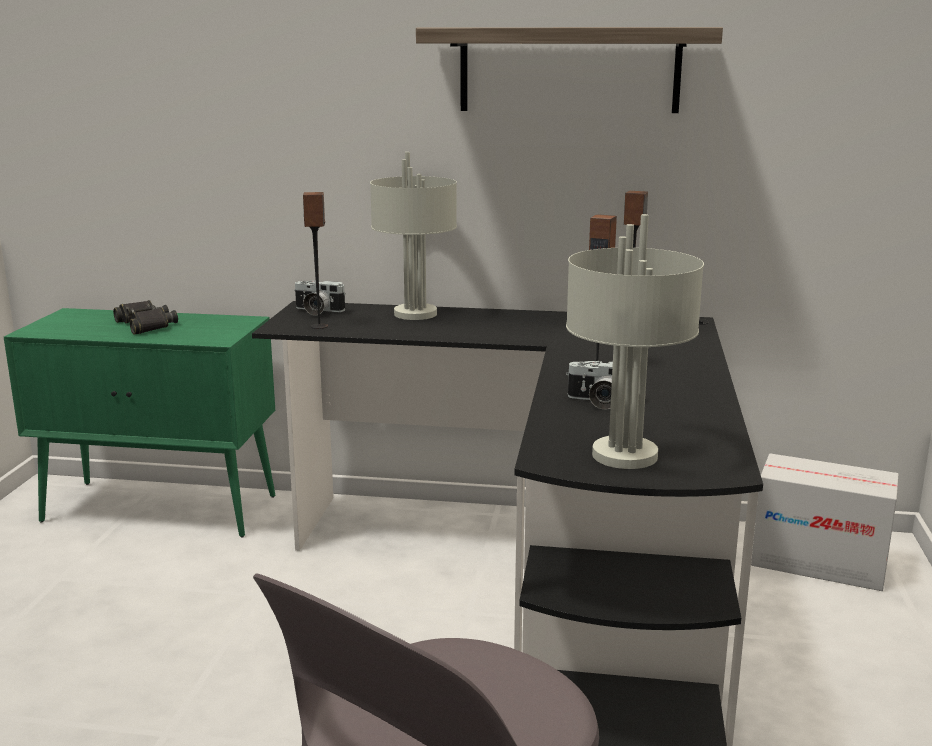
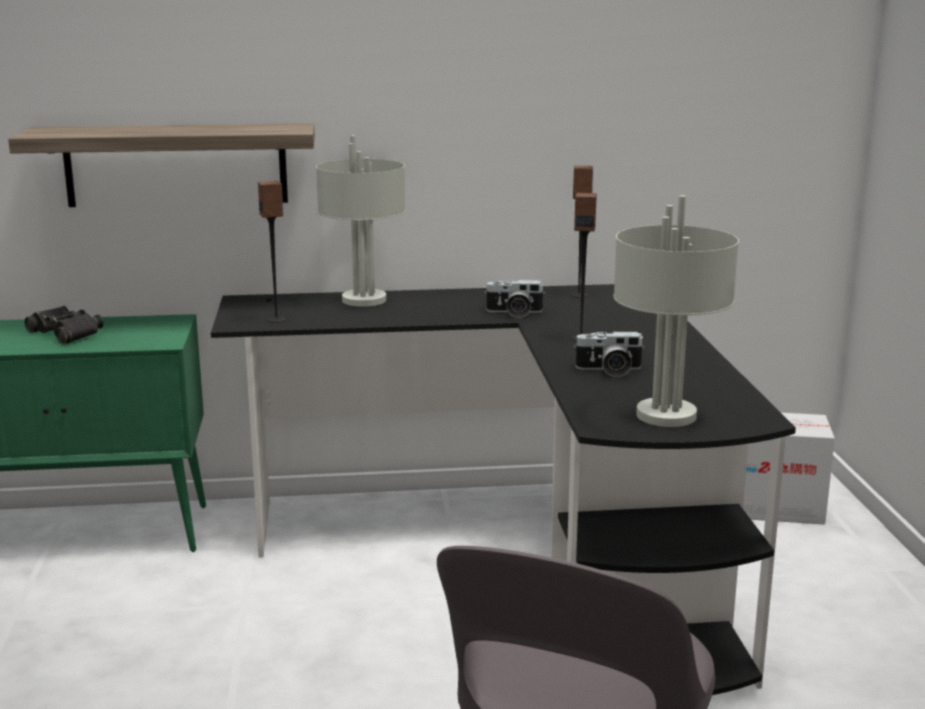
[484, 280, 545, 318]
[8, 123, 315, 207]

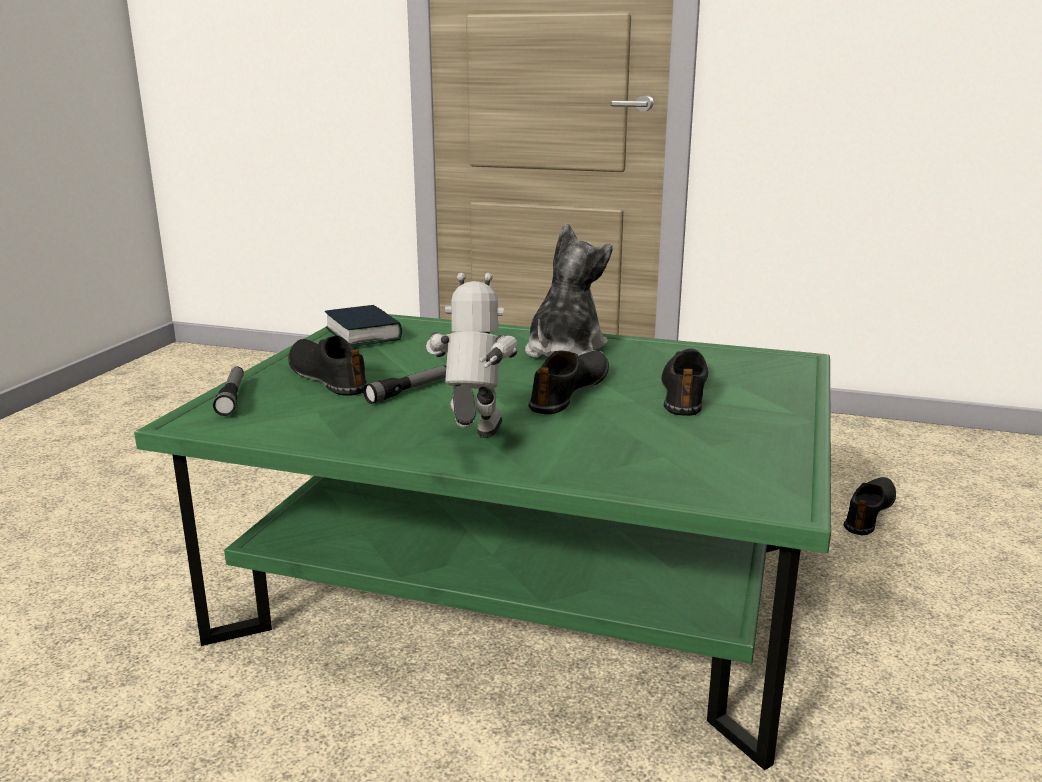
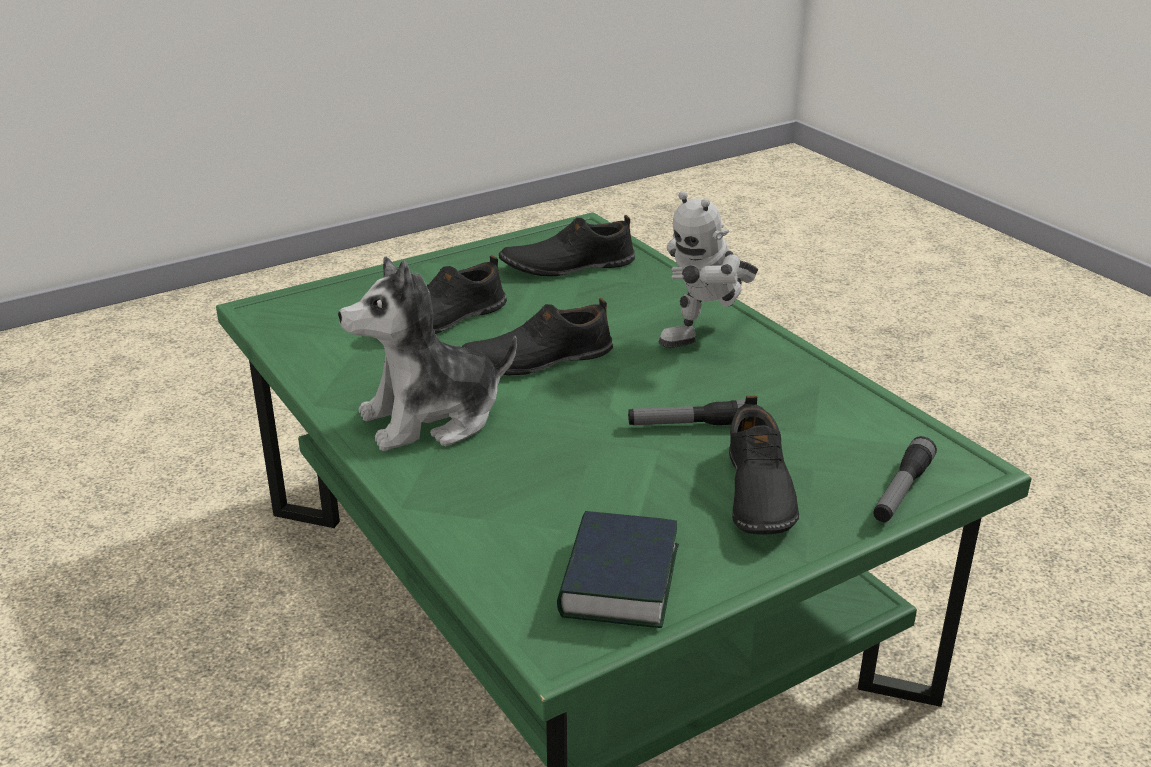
[499, 215, 635, 276]

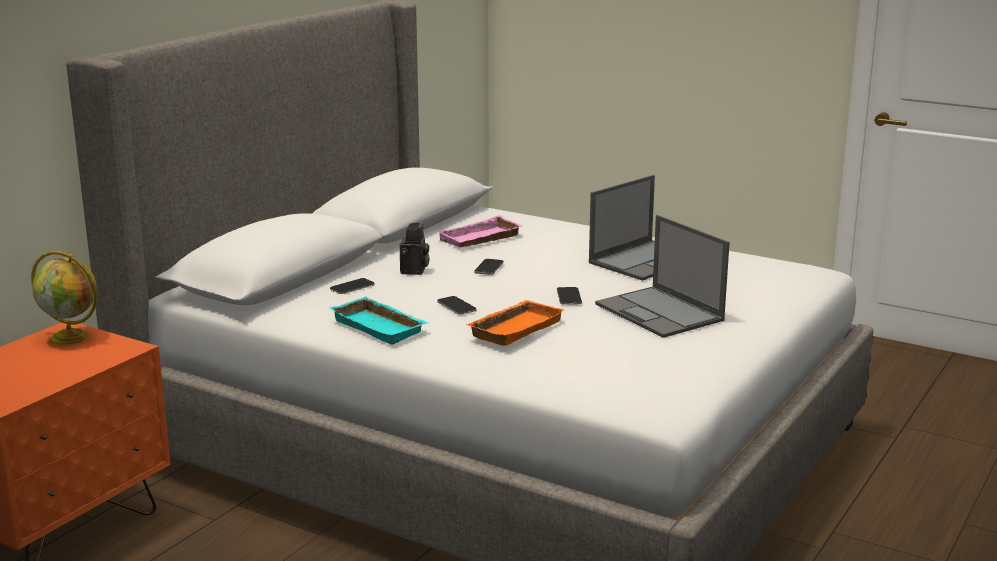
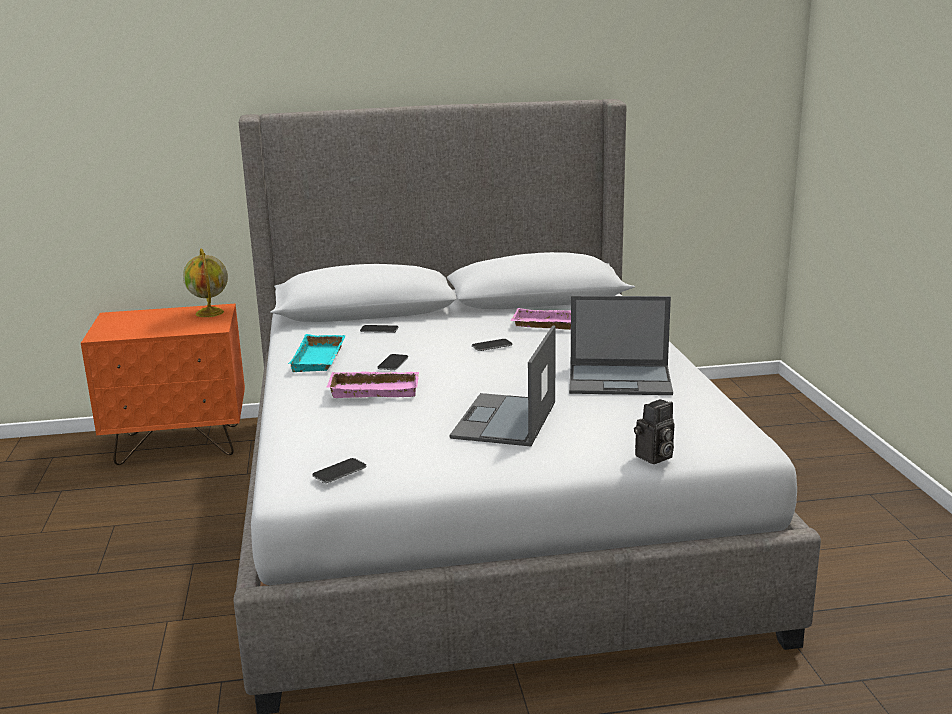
[634, 399, 674, 464]
[312, 458, 366, 483]
[327, 371, 419, 398]

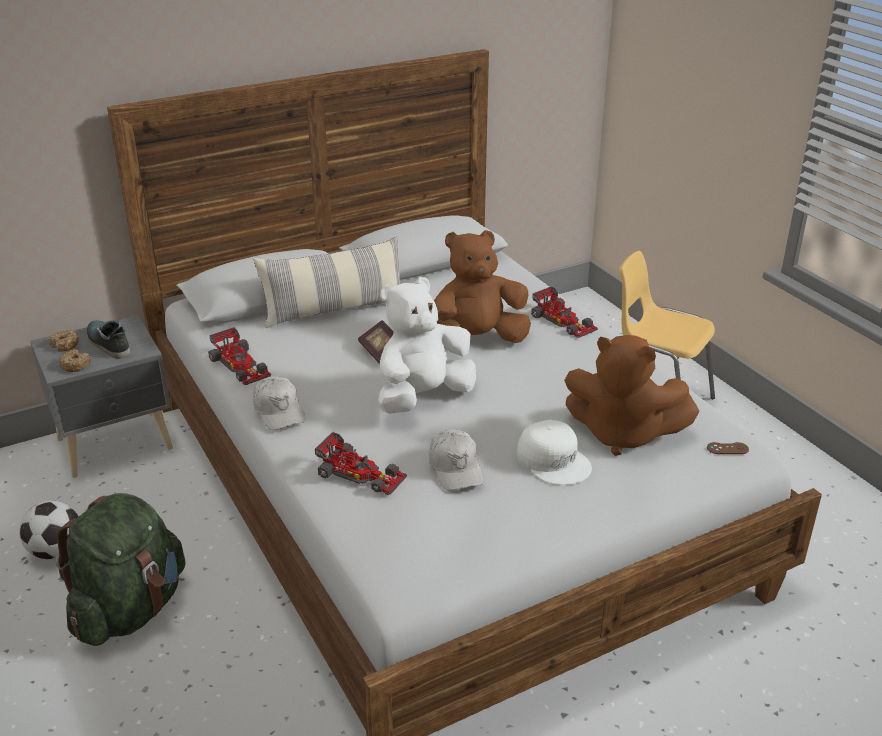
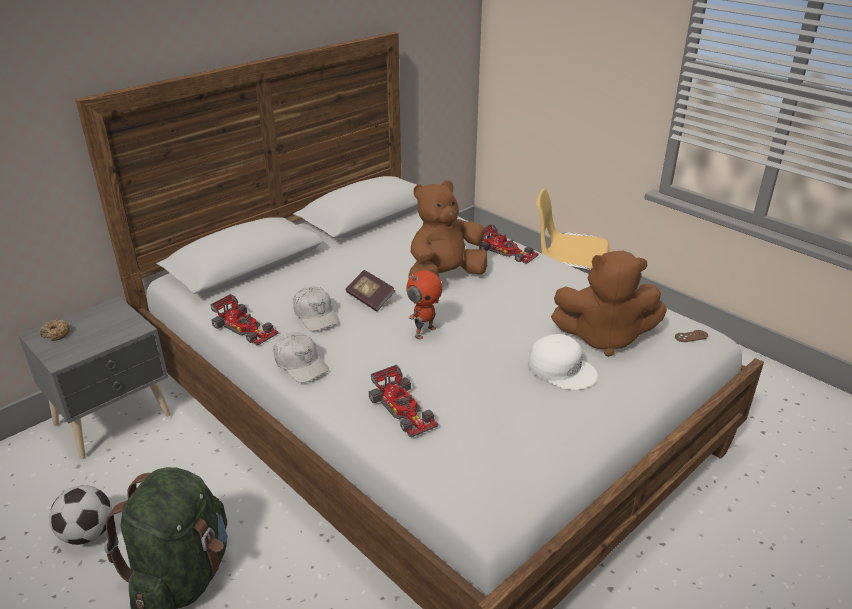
[59, 349, 91, 372] (first image)
[87, 320, 130, 359] (first image)
[254, 236, 401, 328] (first image)
[293, 286, 340, 331]
[406, 270, 442, 339]
[369, 365, 439, 437]

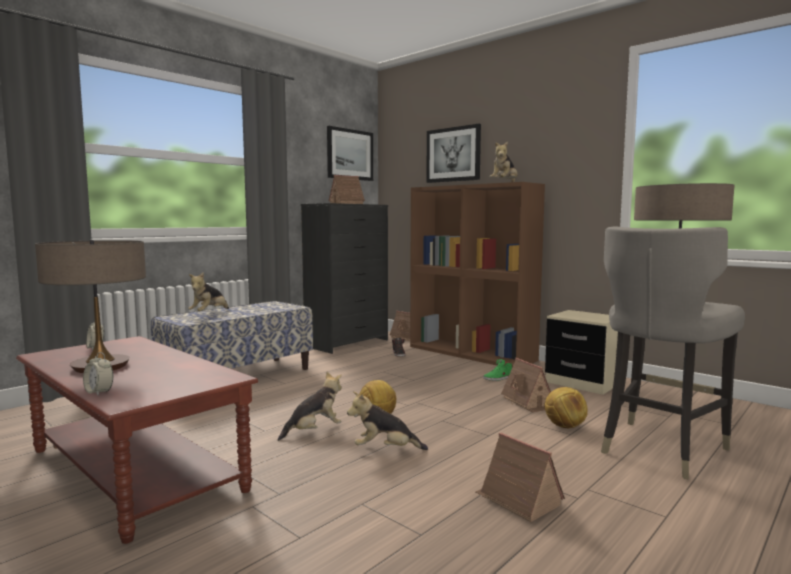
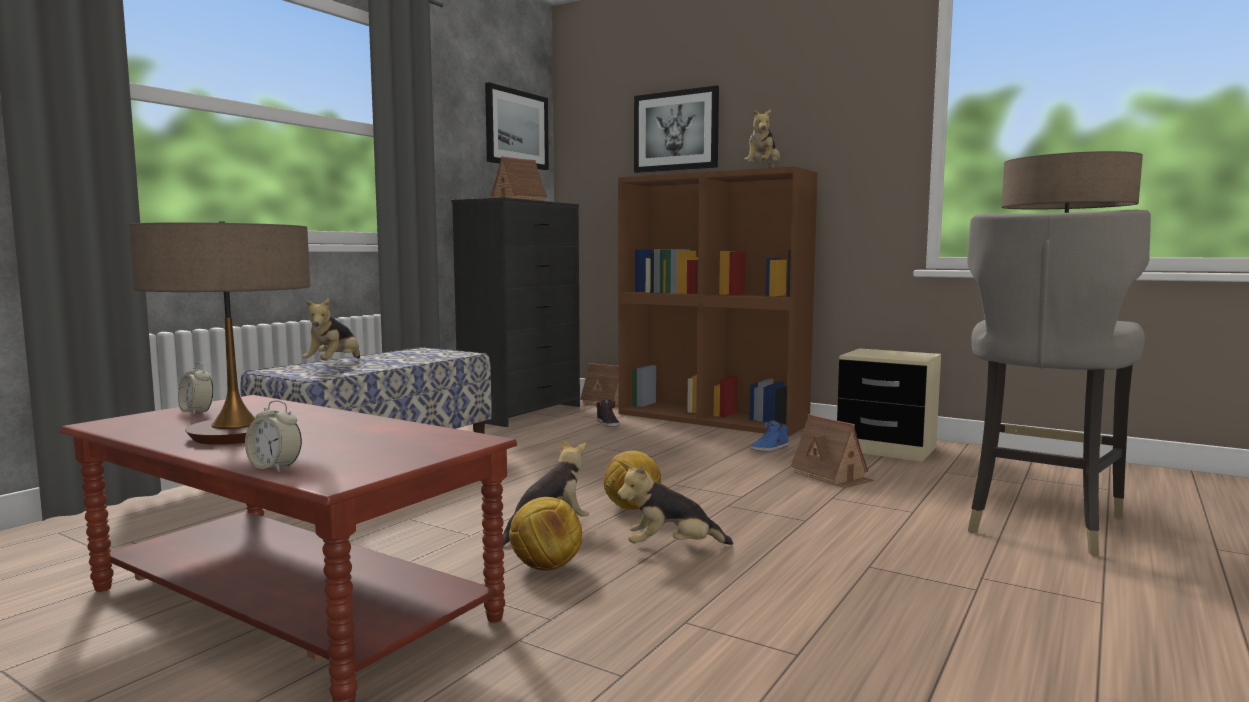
[475, 433, 565, 522] (first image)
[509, 497, 582, 570]
[750, 420, 788, 452]

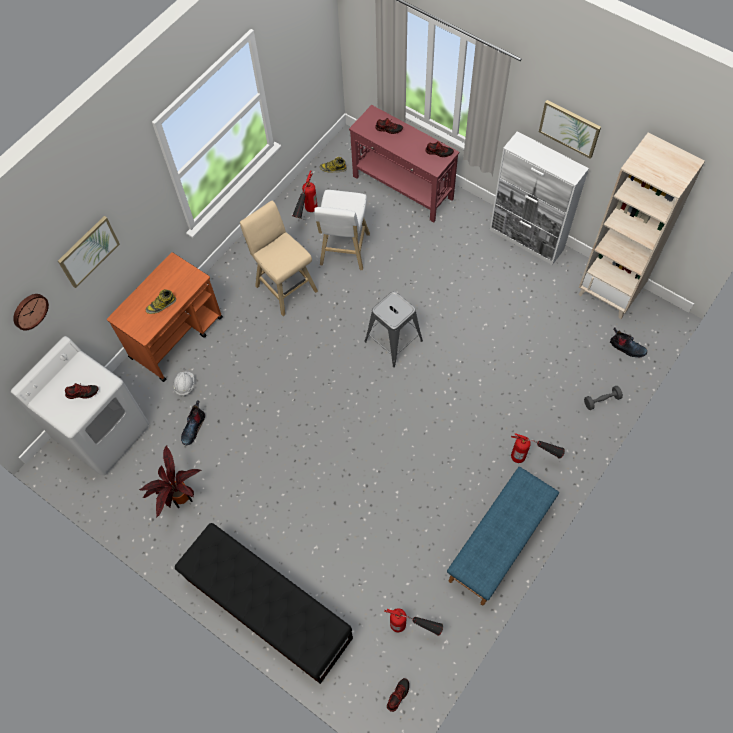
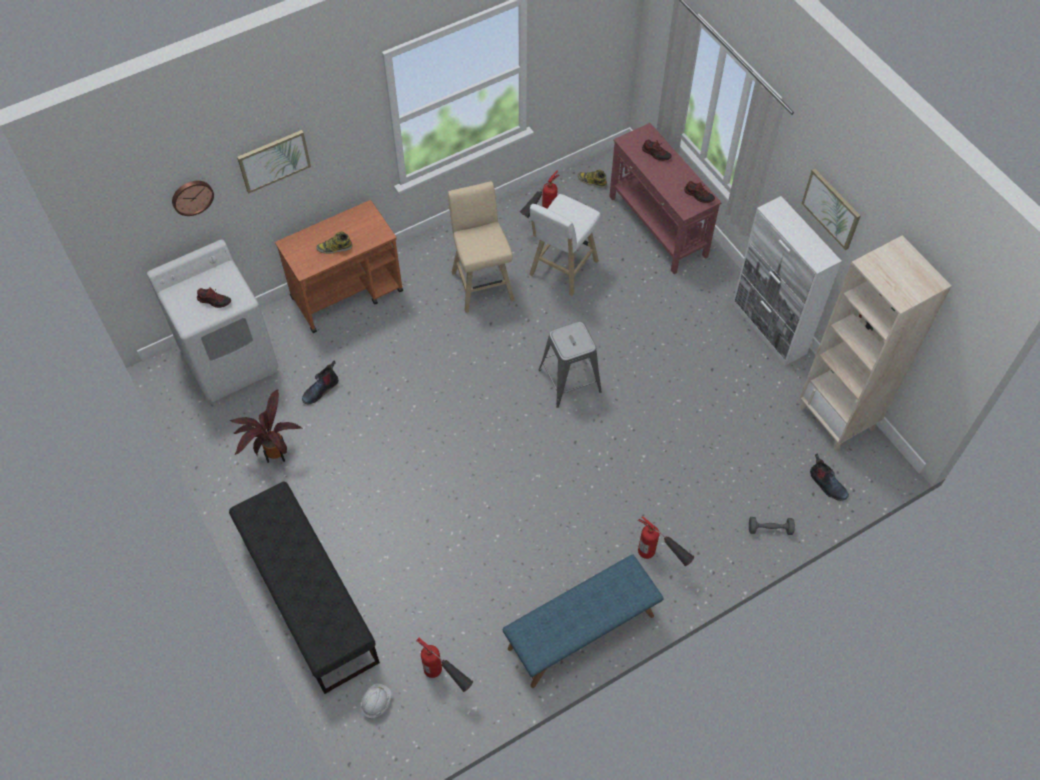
[387, 678, 409, 712] (first image)
[360, 683, 392, 719]

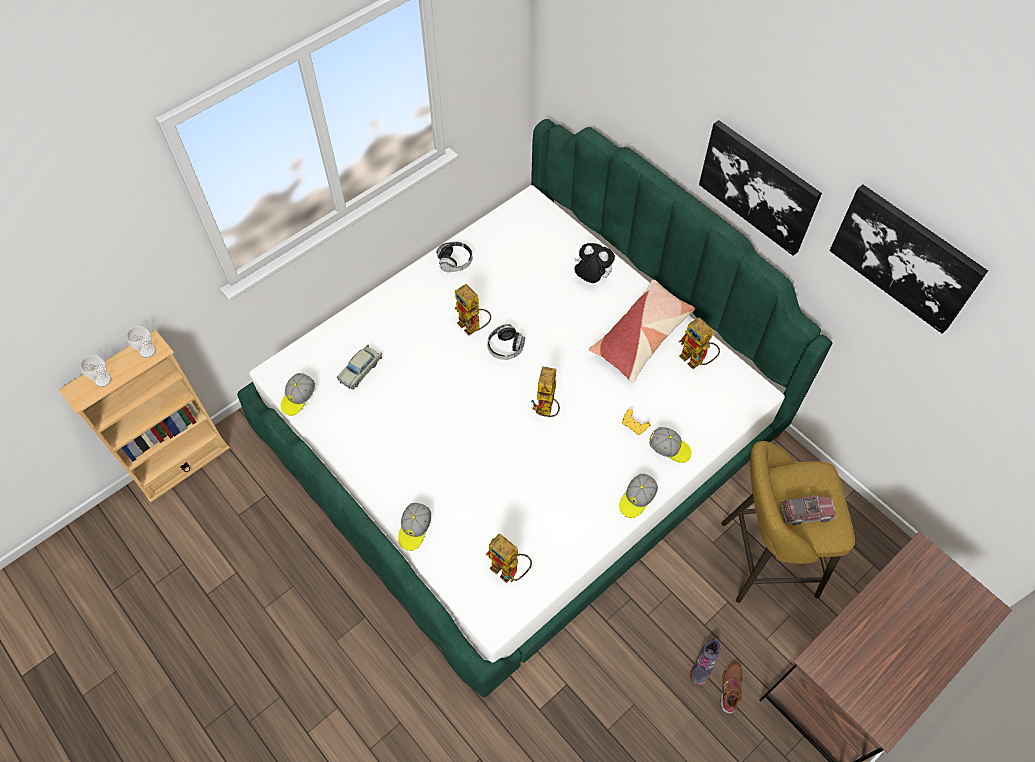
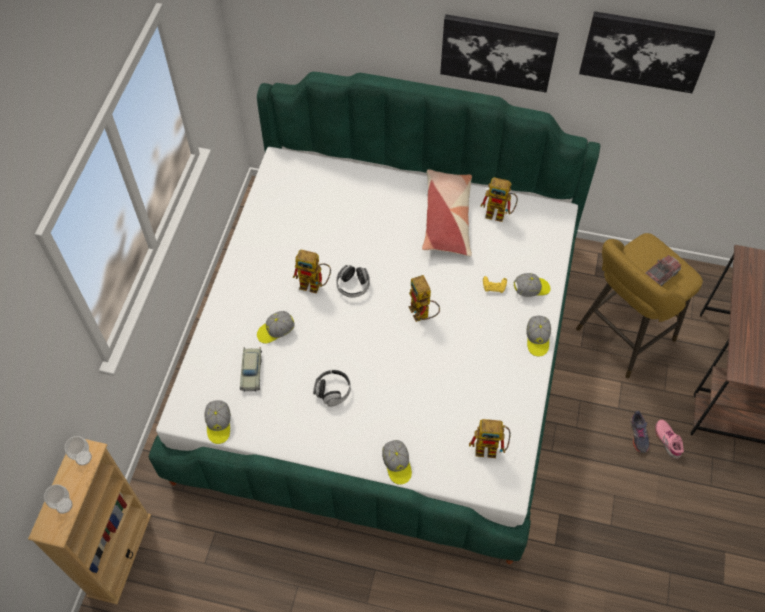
[574, 243, 615, 283] (first image)
[257, 311, 295, 344]
[313, 370, 351, 407]
[655, 420, 684, 459]

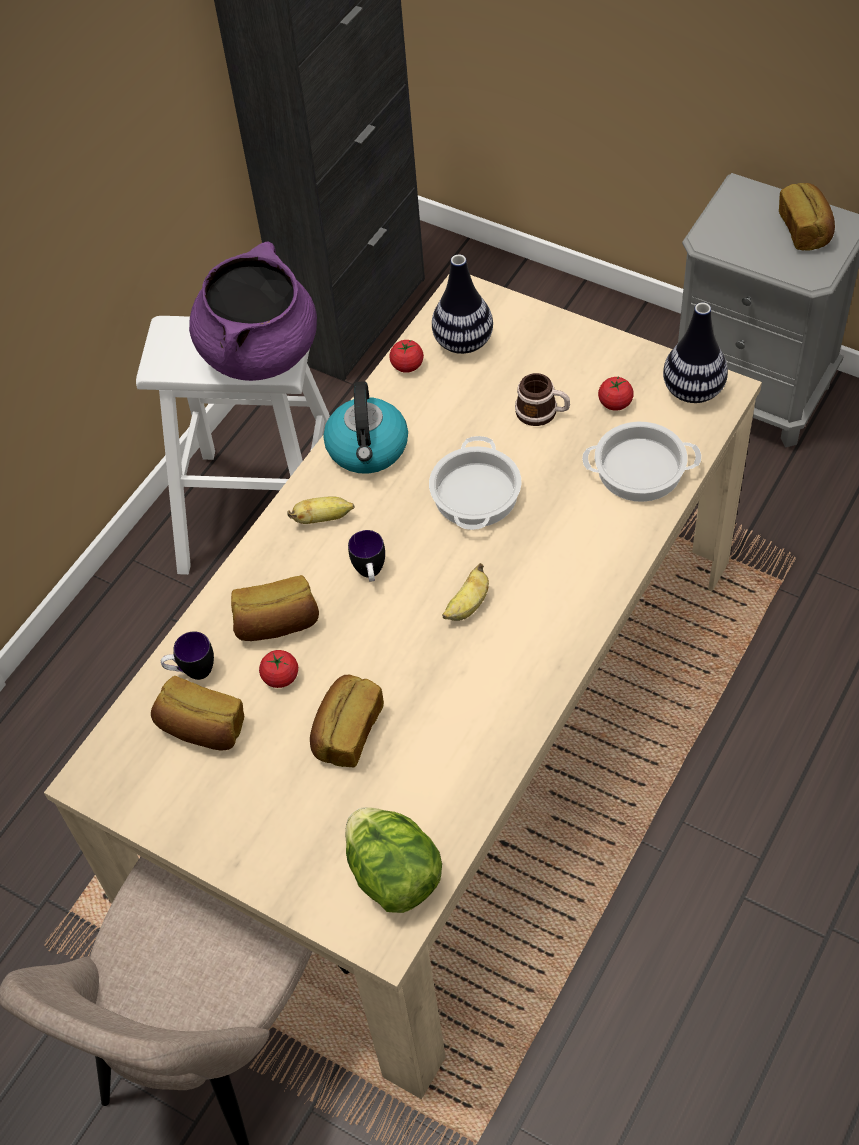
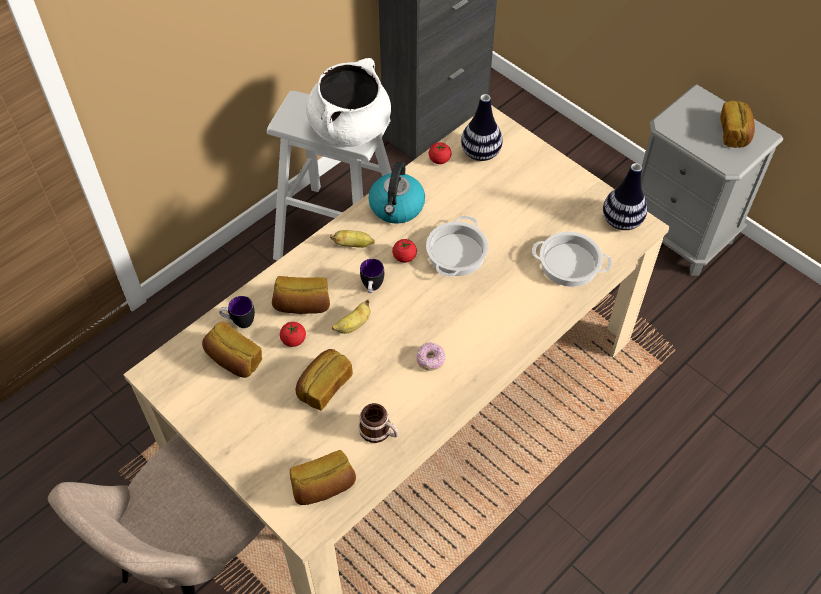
[416, 342, 446, 370]
[332, 299, 370, 334]
[358, 403, 399, 443]
[392, 239, 417, 263]
[290, 450, 356, 505]
[306, 58, 391, 147]

